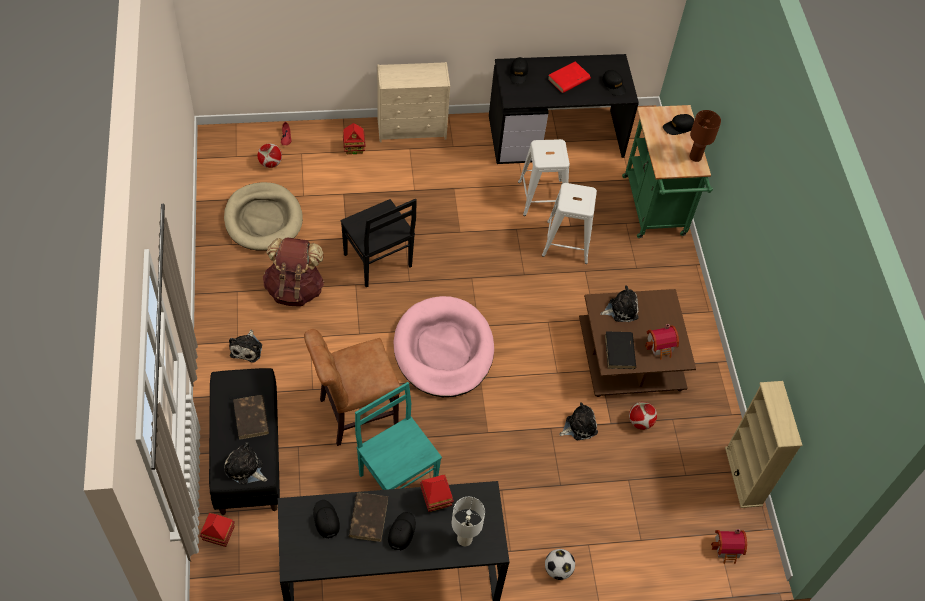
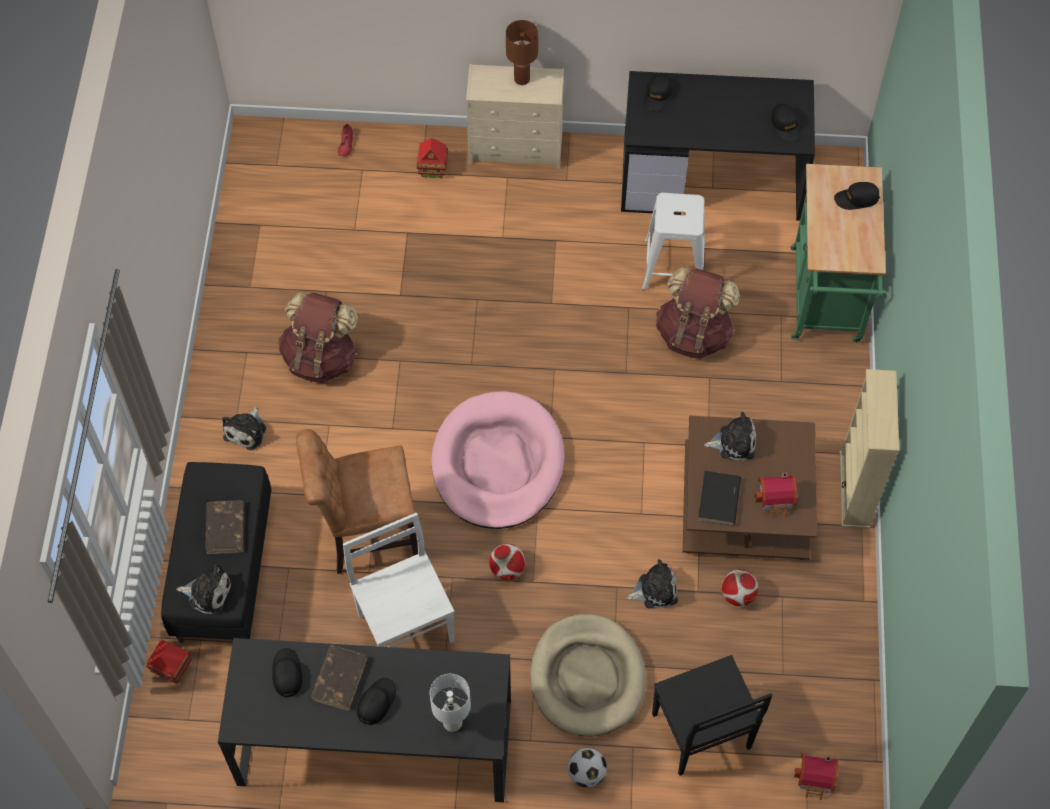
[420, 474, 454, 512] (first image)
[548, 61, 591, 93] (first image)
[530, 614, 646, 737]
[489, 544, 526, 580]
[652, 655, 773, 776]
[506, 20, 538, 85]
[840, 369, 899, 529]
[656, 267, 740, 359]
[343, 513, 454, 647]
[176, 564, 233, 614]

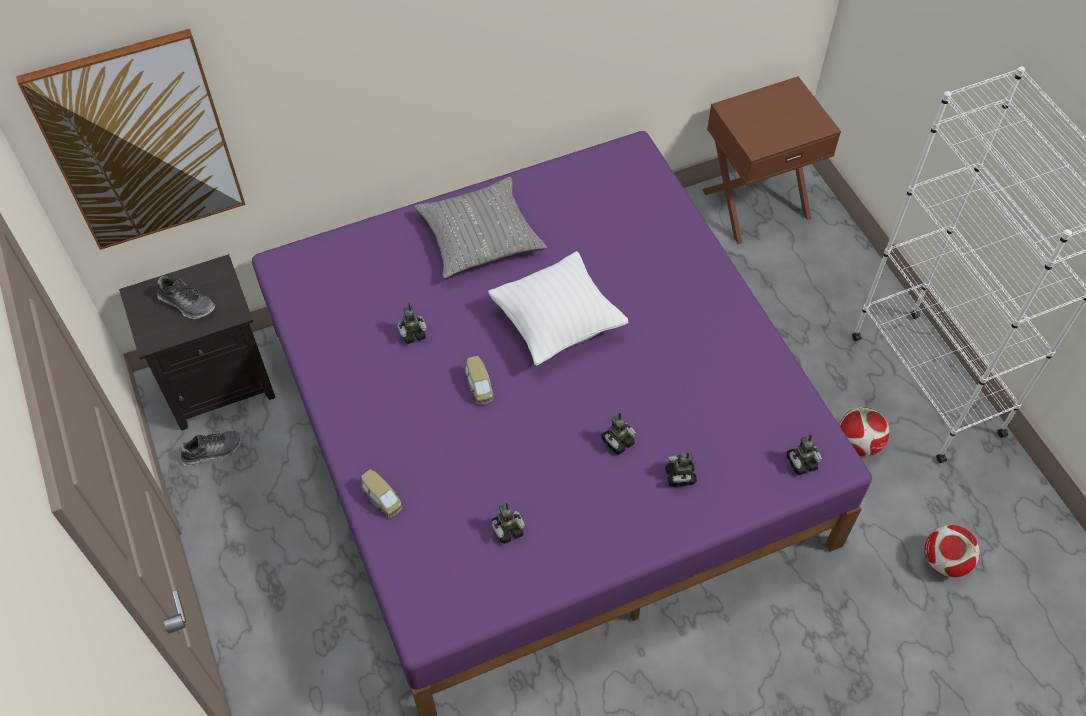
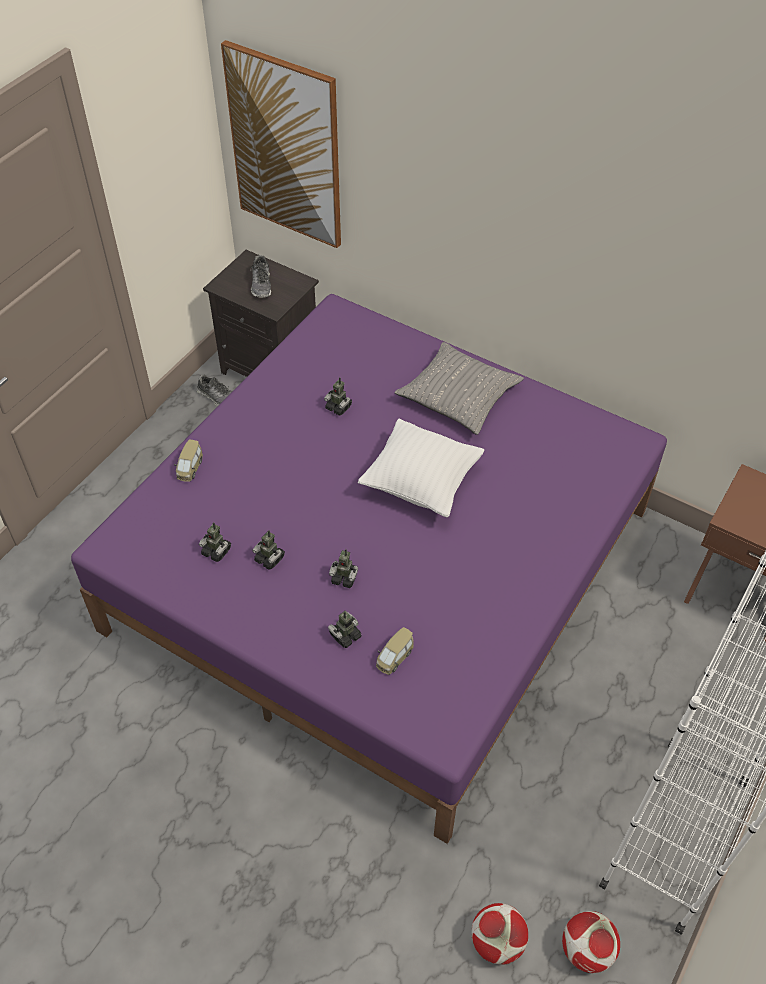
[376, 627, 414, 675]
[252, 530, 285, 569]
[562, 911, 620, 973]

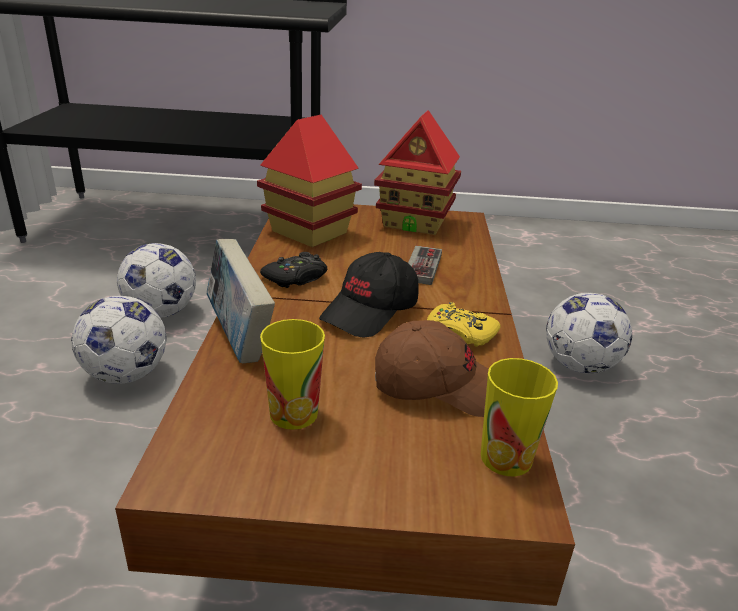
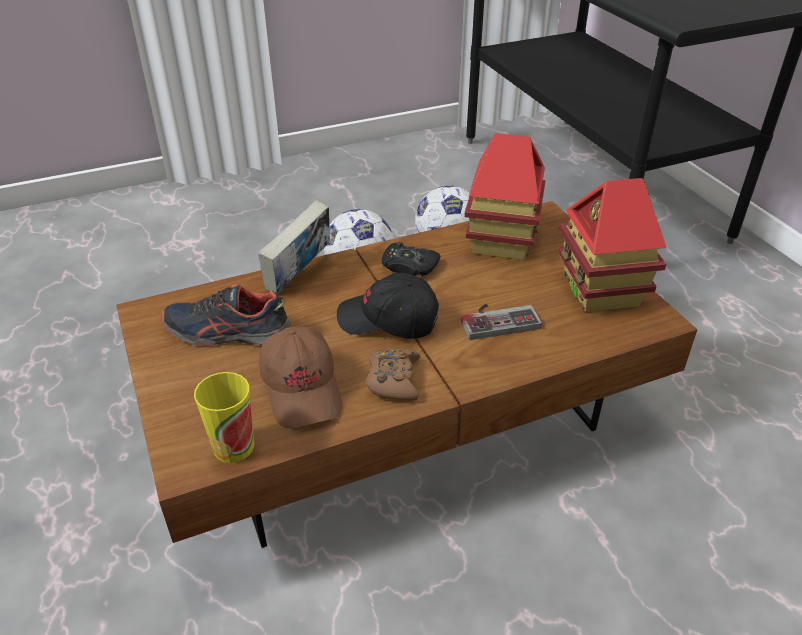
[546, 293, 632, 374] (first image)
[162, 284, 291, 346]
[366, 349, 421, 400]

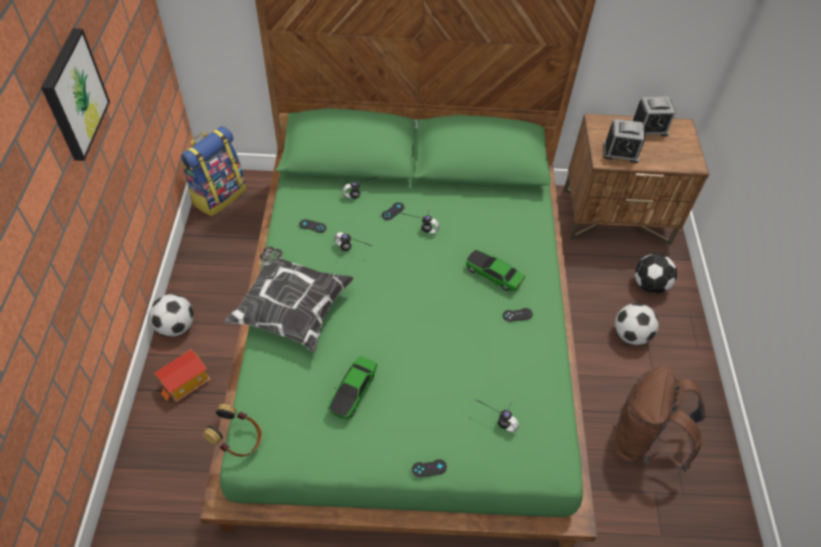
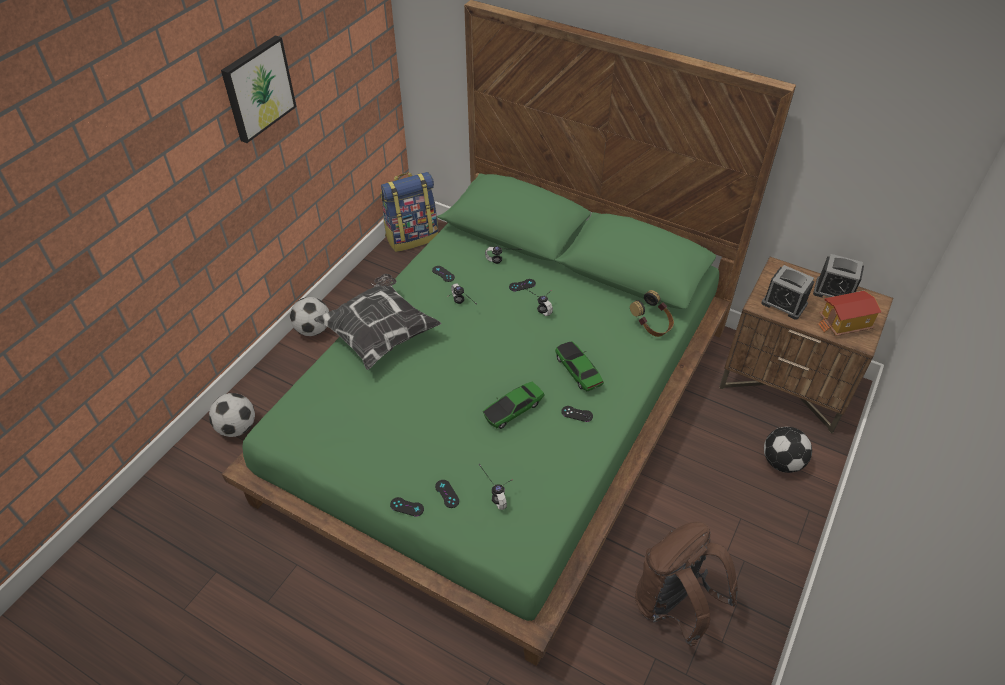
[435, 480, 459, 508]
[818, 291, 881, 336]
[630, 290, 674, 337]
[483, 382, 545, 429]
[209, 393, 255, 437]

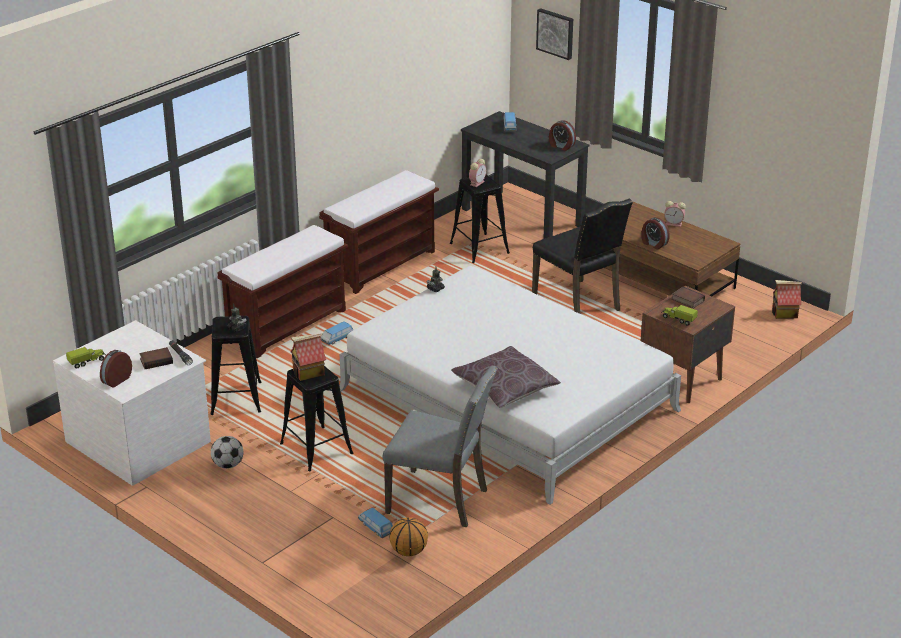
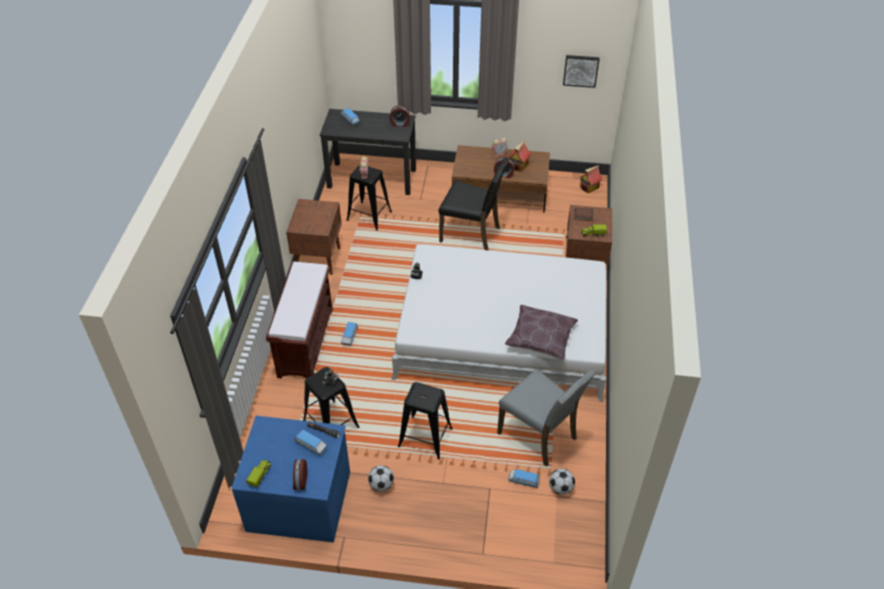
[508, 140, 531, 172]
[563, 55, 600, 88]
[294, 429, 327, 455]
[286, 199, 342, 275]
[549, 469, 575, 495]
[231, 416, 350, 542]
[497, 368, 595, 467]

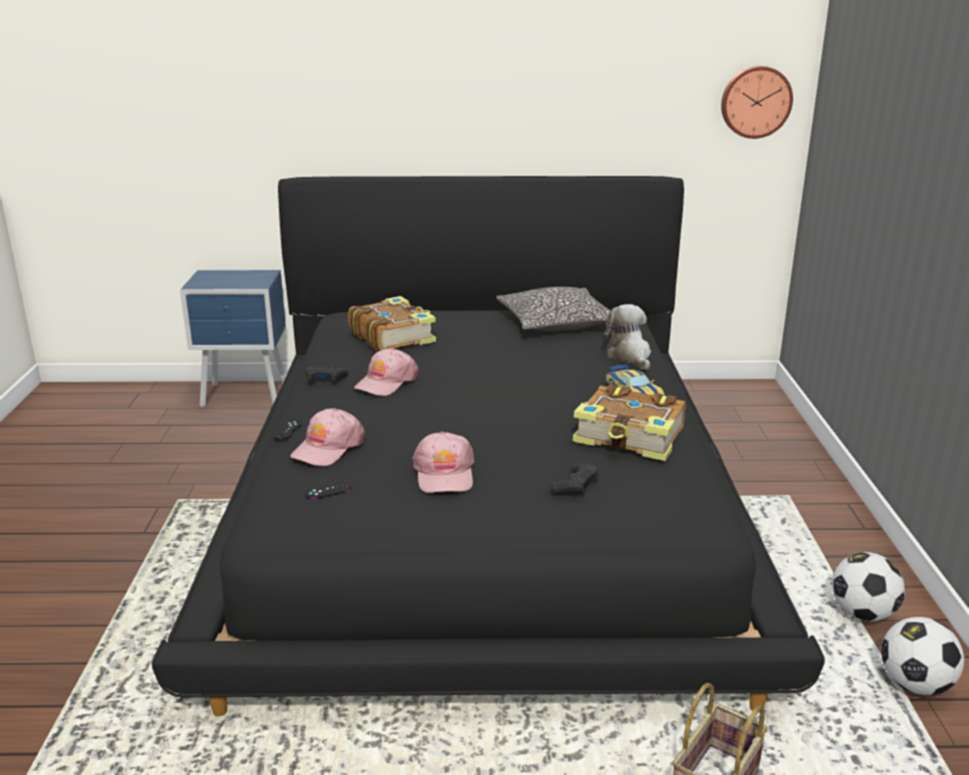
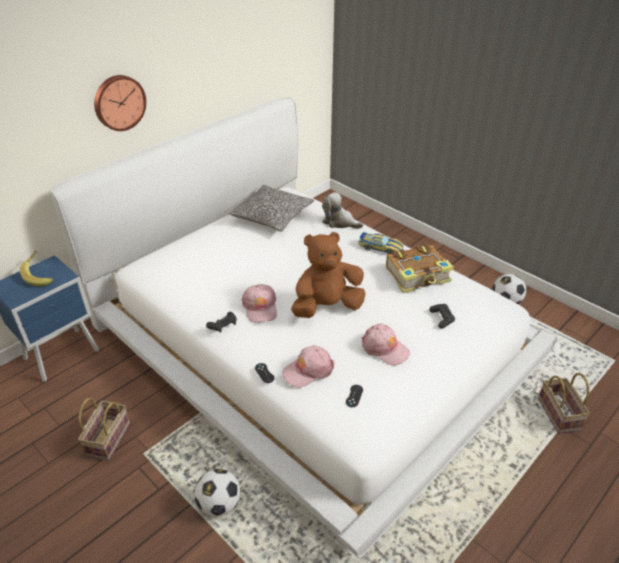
[348, 296, 436, 351] (first image)
[20, 251, 53, 286]
[78, 398, 130, 461]
[291, 232, 366, 318]
[94, 75, 146, 131]
[195, 469, 240, 517]
[51, 97, 557, 558]
[282, 345, 335, 388]

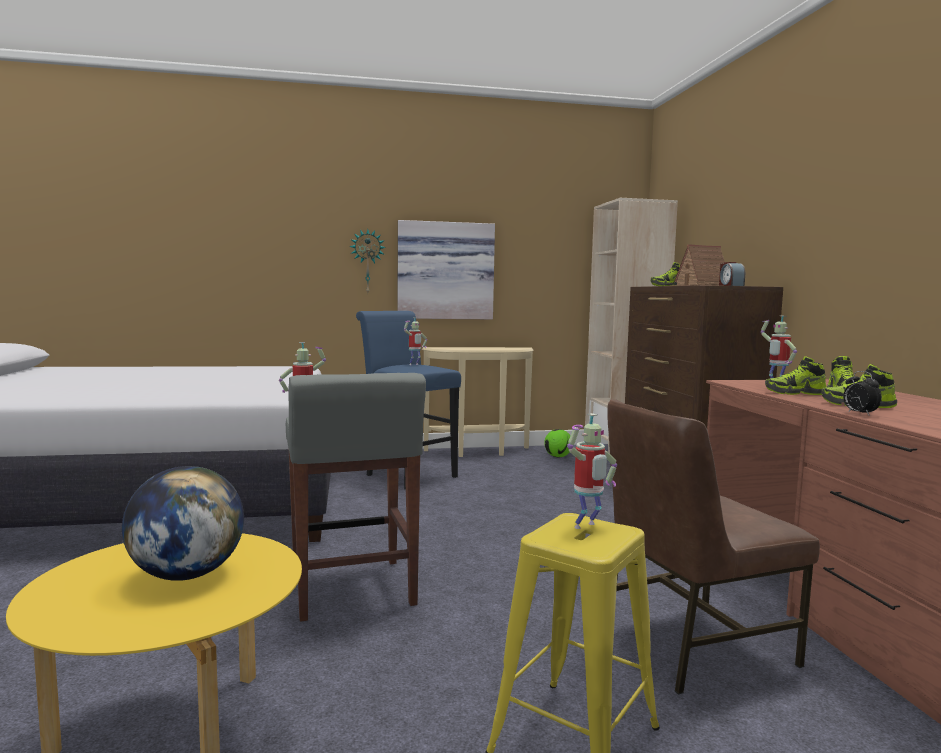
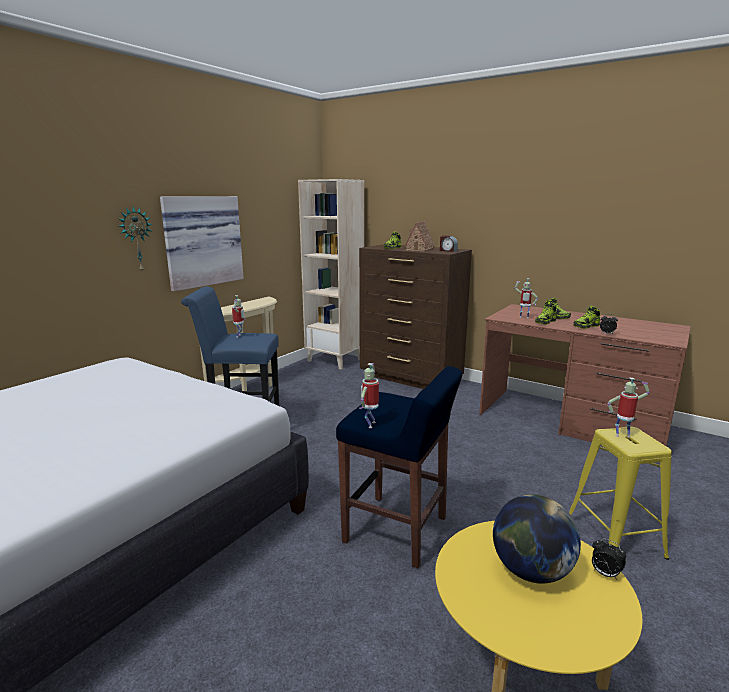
[544, 429, 570, 457] (first image)
[607, 399, 820, 694] (first image)
[592, 538, 626, 580]
[336, 366, 462, 569]
[607, 378, 650, 438]

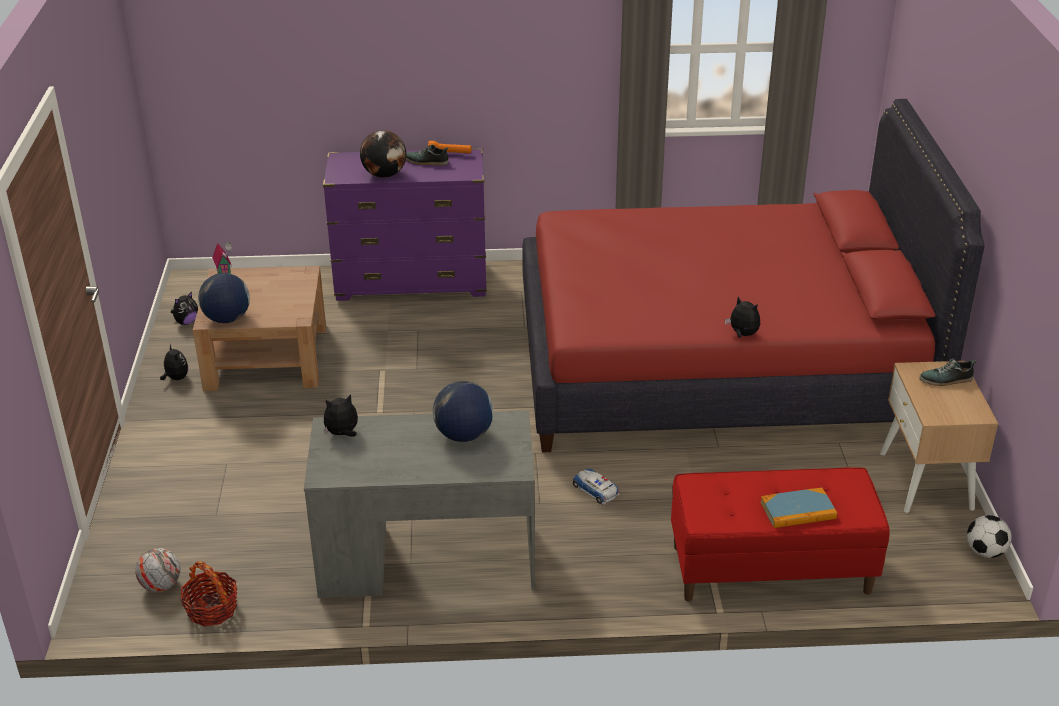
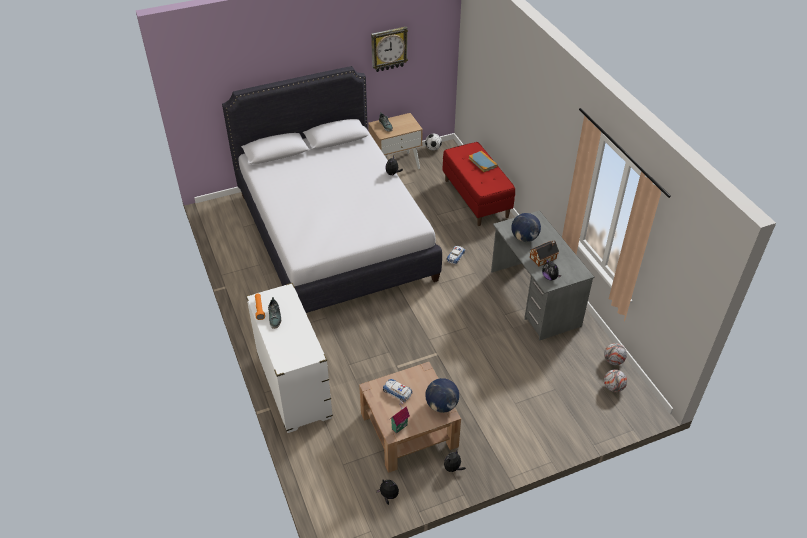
[360, 130, 406, 178] (first image)
[371, 27, 408, 72]
[383, 379, 413, 403]
[530, 240, 559, 267]
[604, 343, 627, 365]
[246, 283, 333, 433]
[222, 66, 442, 313]

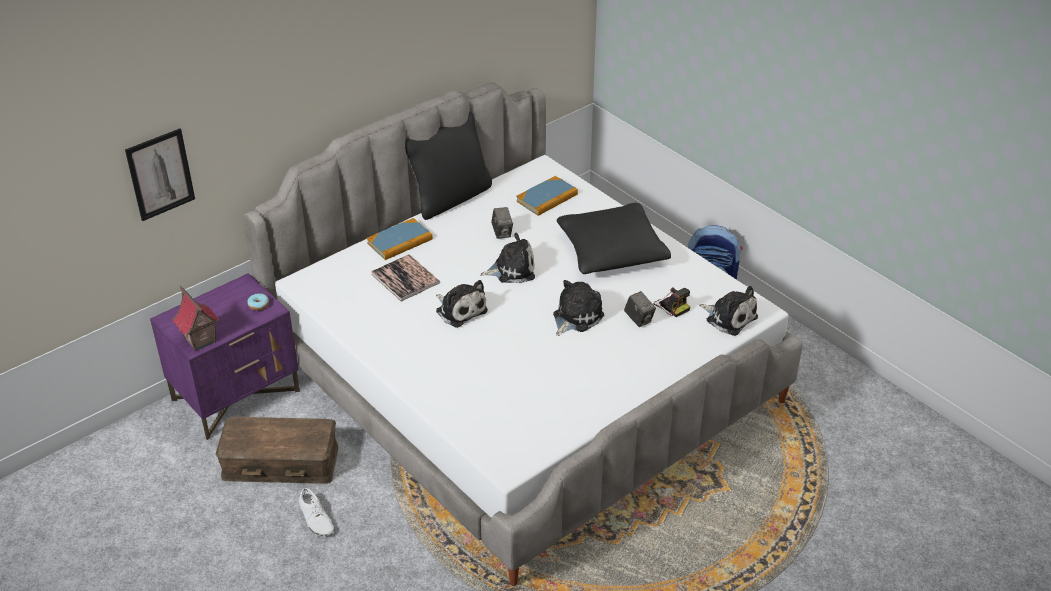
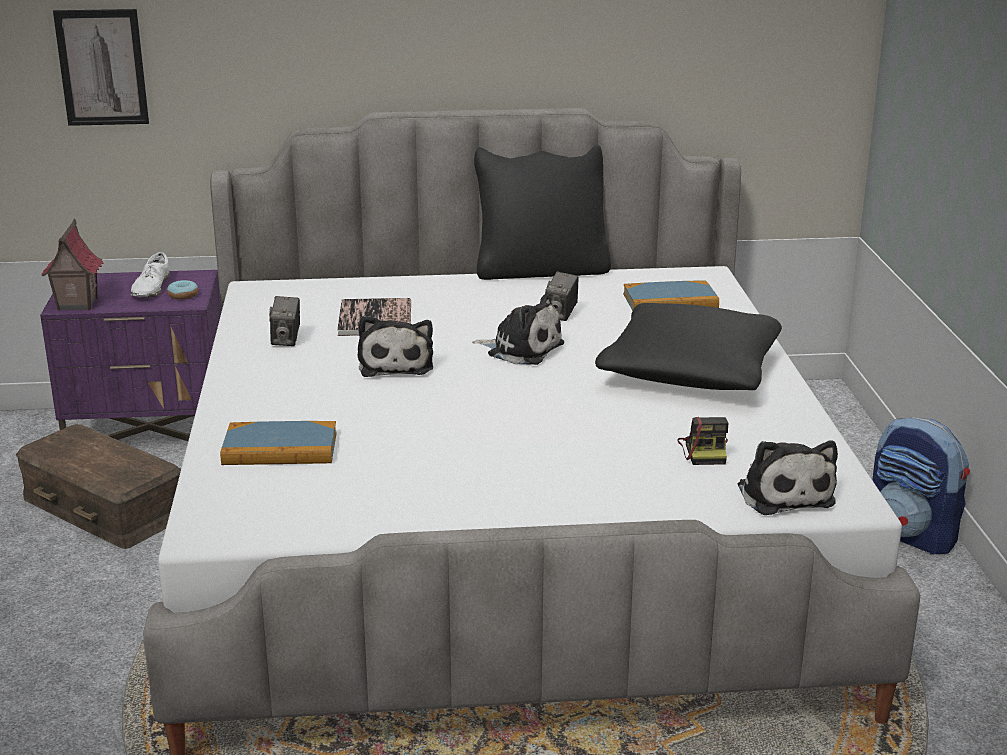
[553, 280, 604, 336] (first image)
[131, 252, 170, 297]
[220, 421, 337, 465]
[269, 296, 300, 346]

